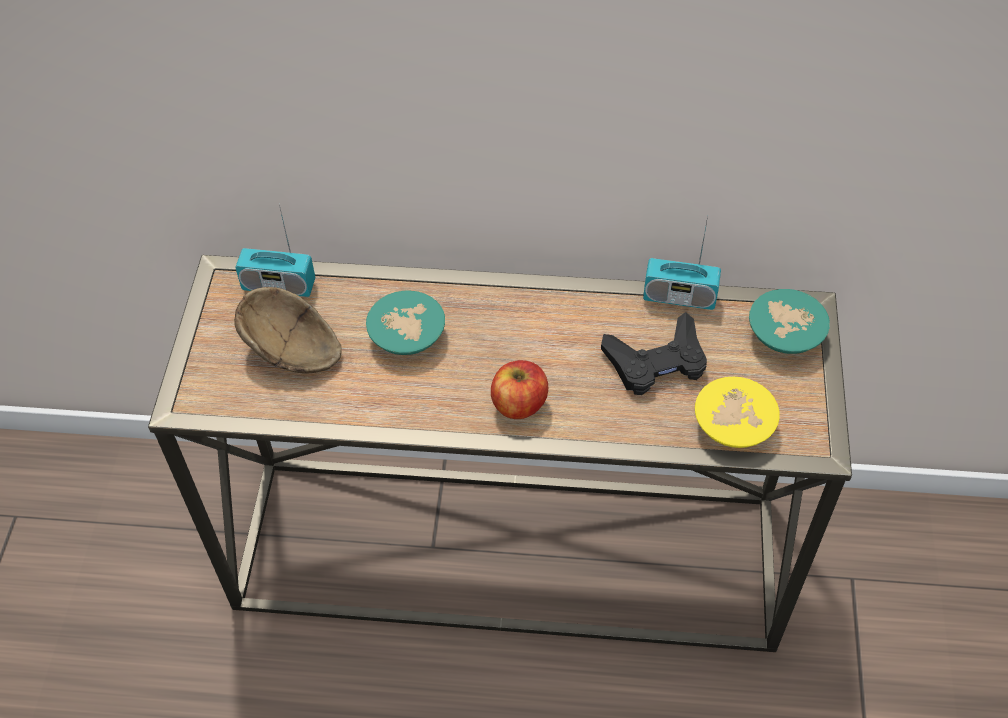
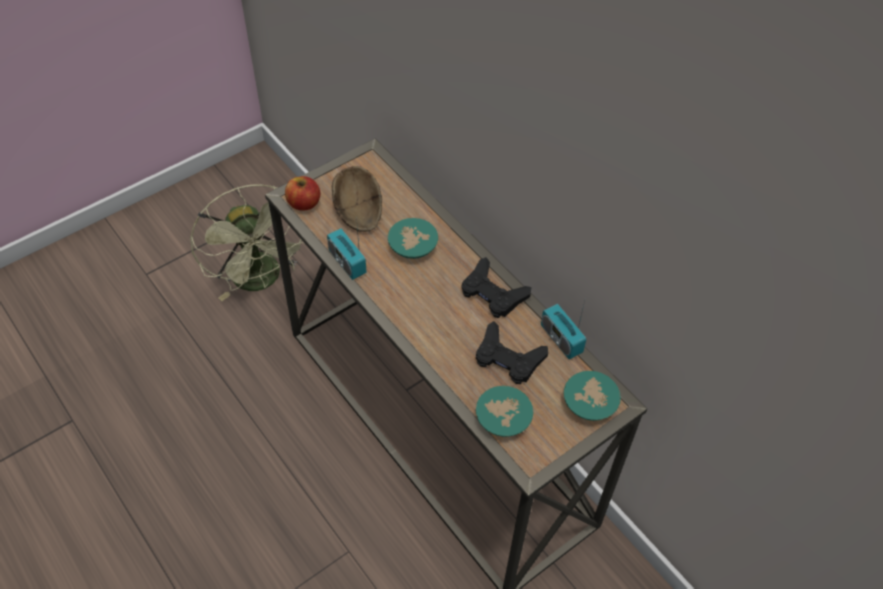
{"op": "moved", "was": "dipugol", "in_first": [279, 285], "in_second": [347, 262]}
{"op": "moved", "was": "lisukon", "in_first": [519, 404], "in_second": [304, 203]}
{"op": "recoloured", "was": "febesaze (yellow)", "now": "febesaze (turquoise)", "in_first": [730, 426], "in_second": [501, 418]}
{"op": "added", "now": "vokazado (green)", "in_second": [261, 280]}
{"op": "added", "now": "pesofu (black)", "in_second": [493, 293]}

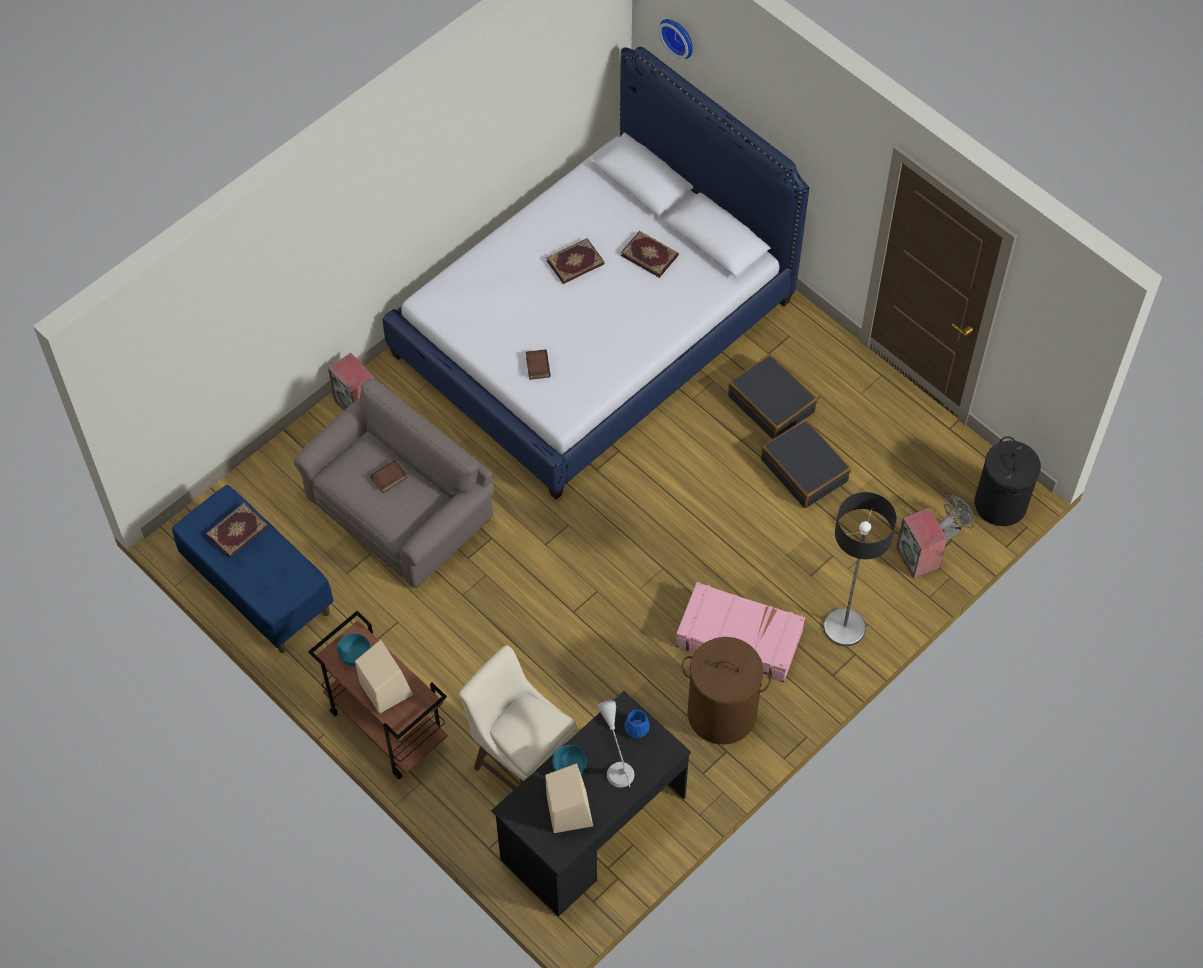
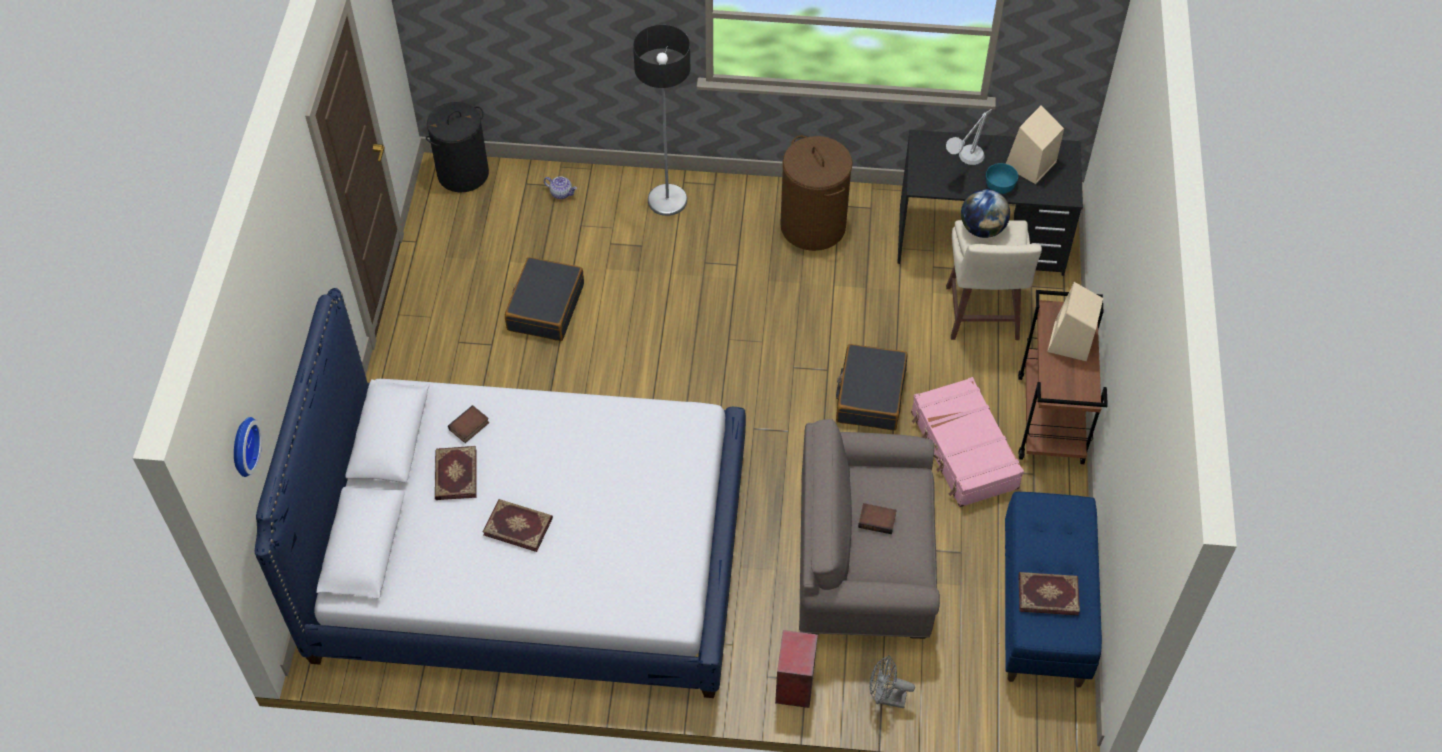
{"op": "moved", "was": "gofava", "in_first": [536, 366], "in_second": [469, 427]}
{"op": "moved", "was": "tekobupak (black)", "in_first": [771, 404], "in_second": [870, 395]}
{"op": "moved", "was": "vokazado (grey)", "in_first": [950, 530], "in_second": [886, 698]}
{"op": "replaced", "was": "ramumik", "now": "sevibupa", "in_first": [918, 558], "in_second": [561, 193]}
{"op": "moved", "was": "tekobupak (pink)", "in_first": [739, 637], "in_second": [963, 450]}
{"op": "removed", "was": "febesaze (turquoise)", "in_first": [354, 655]}
{"op": "removed", "was": "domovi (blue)", "in_first": [636, 729]}
{"op": "added", "now": "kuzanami", "in_second": [982, 229]}

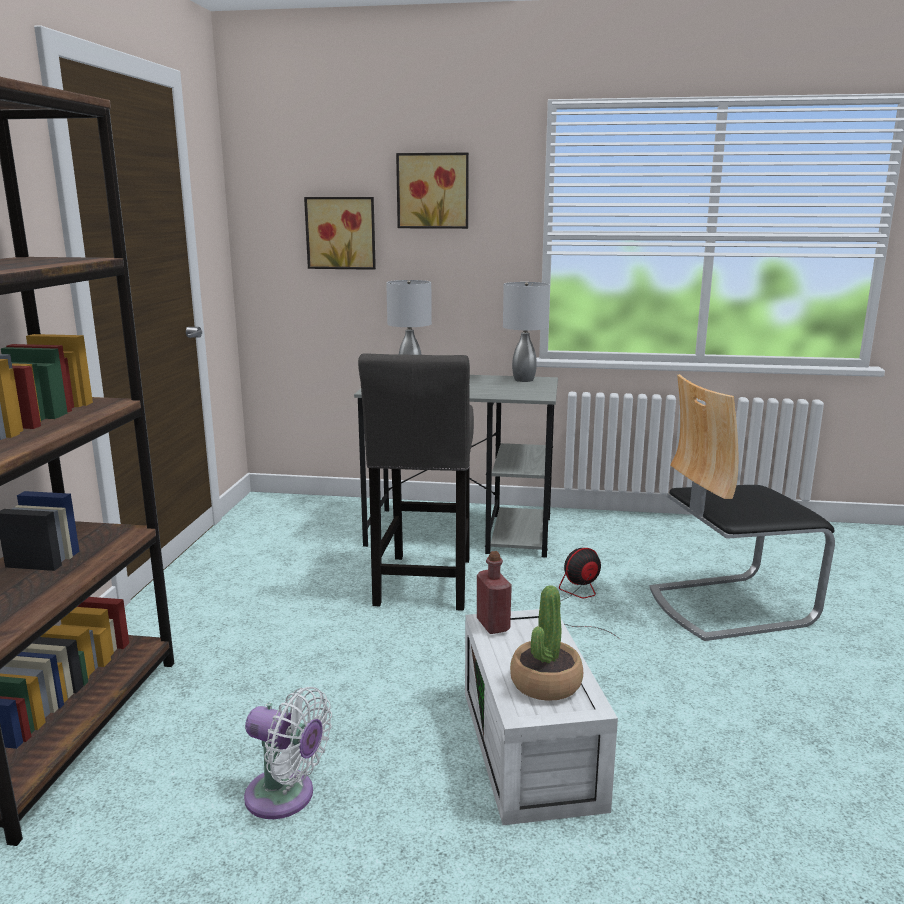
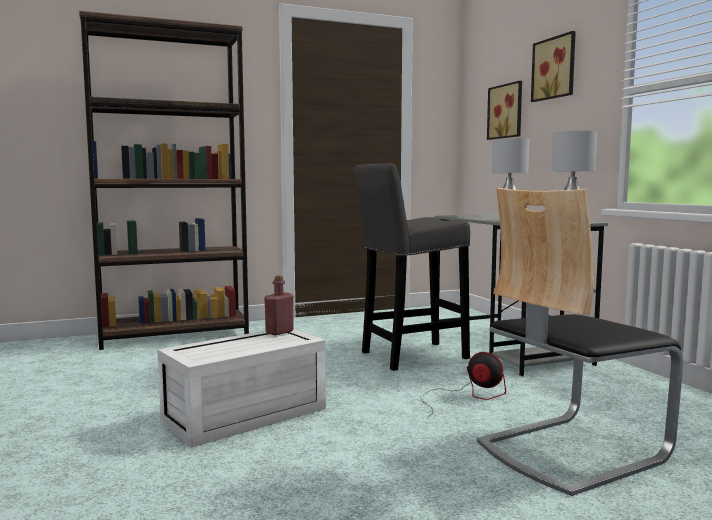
{"op": "turned", "was": "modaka", "in_first": [729, 605], "in_second": [570, 450], "clockwise": -75}
{"op": "removed", "was": "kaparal", "in_first": [545, 683]}
{"op": "removed", "was": "vokazado (white)", "in_first": [286, 797]}

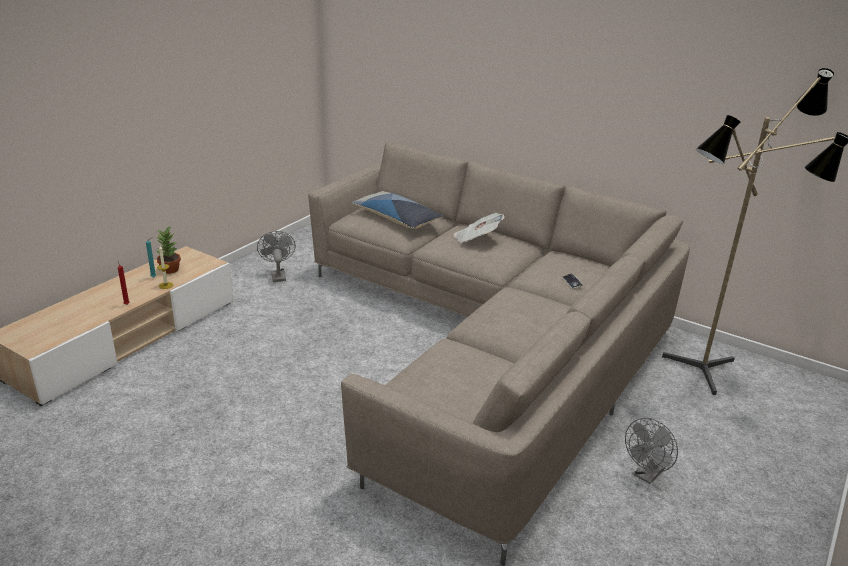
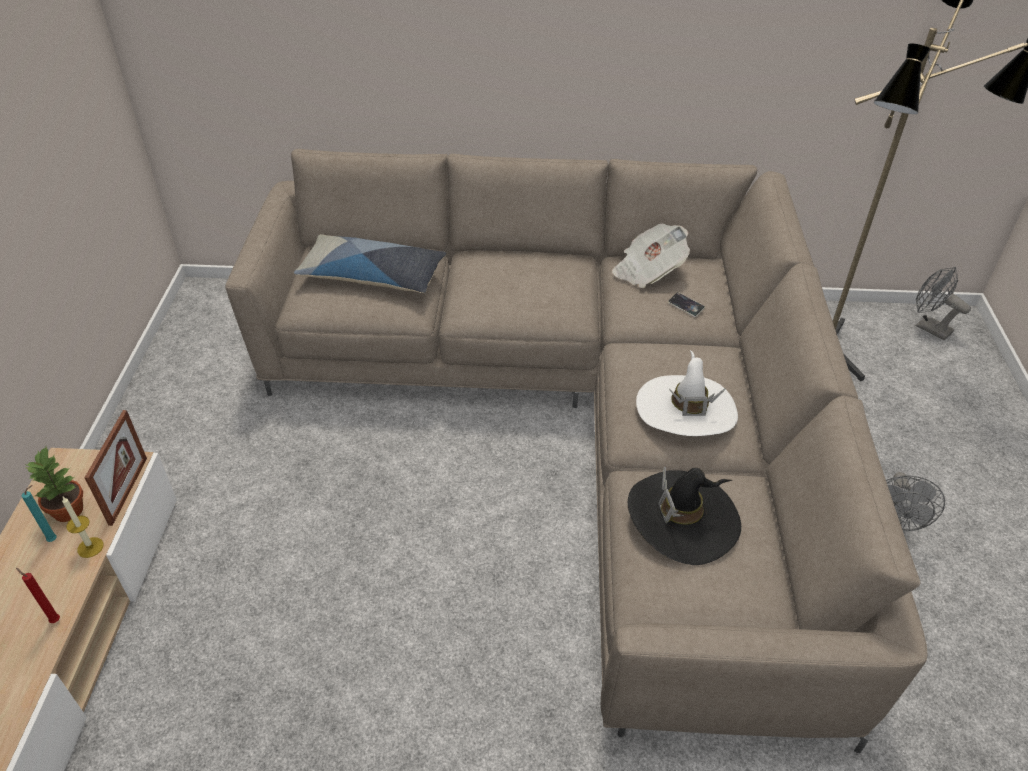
{"op": "moved", "was": "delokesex", "in_first": [476, 239], "in_second": [648, 271]}
{"op": "moved", "was": "vokazado (grey)", "in_first": [278, 275], "in_second": [928, 327]}
{"op": "added", "now": "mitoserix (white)", "in_second": [686, 410]}
{"op": "added", "now": "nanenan", "in_second": [128, 490]}
{"op": "added", "now": "mitoserix (black)", "in_second": [682, 518]}

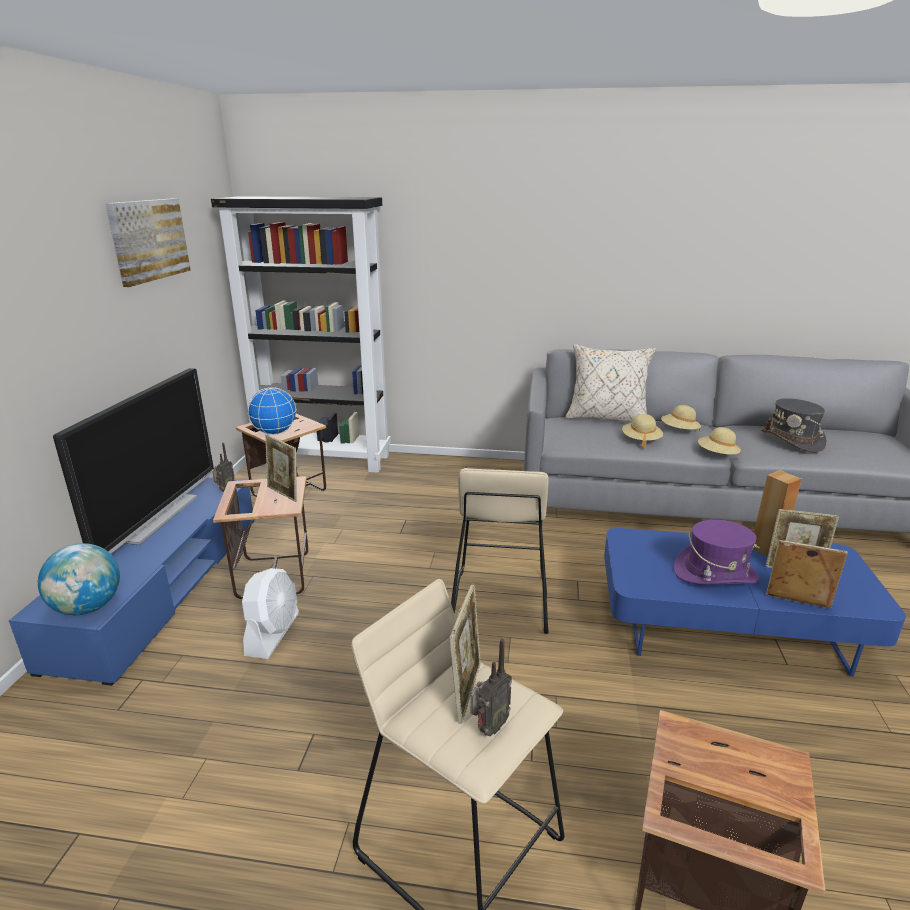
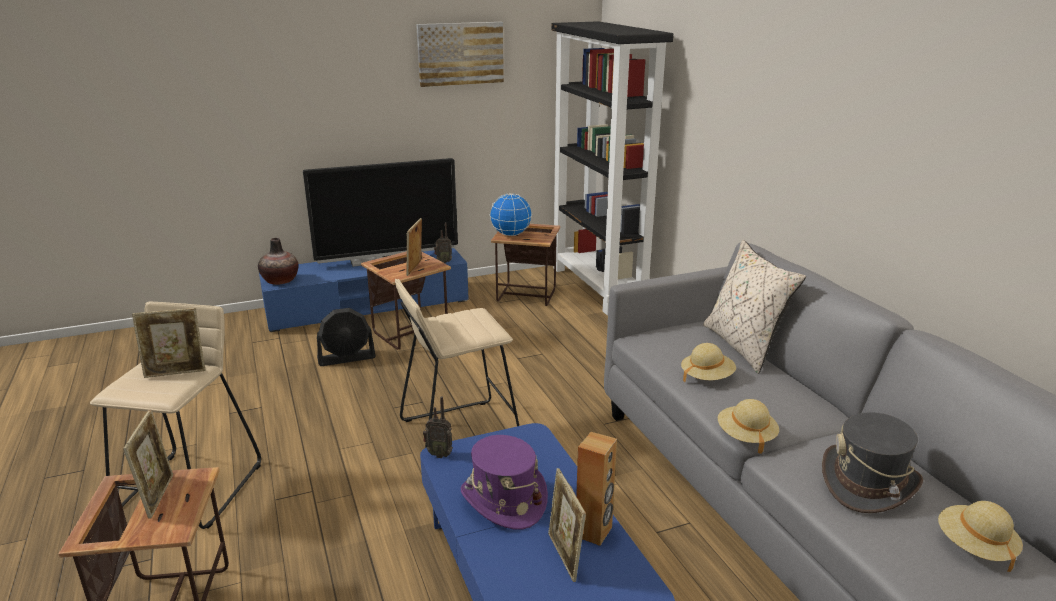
{"op": "moved", "was": "mitoserix (beige)", "in_first": [679, 431], "in_second": [974, 547]}
{"op": "moved", "was": "nanenan", "in_first": [797, 603], "in_second": [158, 496]}
{"op": "replaced", "was": "kuzanami", "now": "domovi", "in_first": [88, 607], "in_second": [280, 280]}
{"op": "recoloured", "was": "vokazado (white)", "now": "vokazado (black)", "in_first": [273, 634], "in_second": [347, 358]}
{"op": "moved", "was": "dipugol", "in_first": [488, 728], "in_second": [439, 454]}

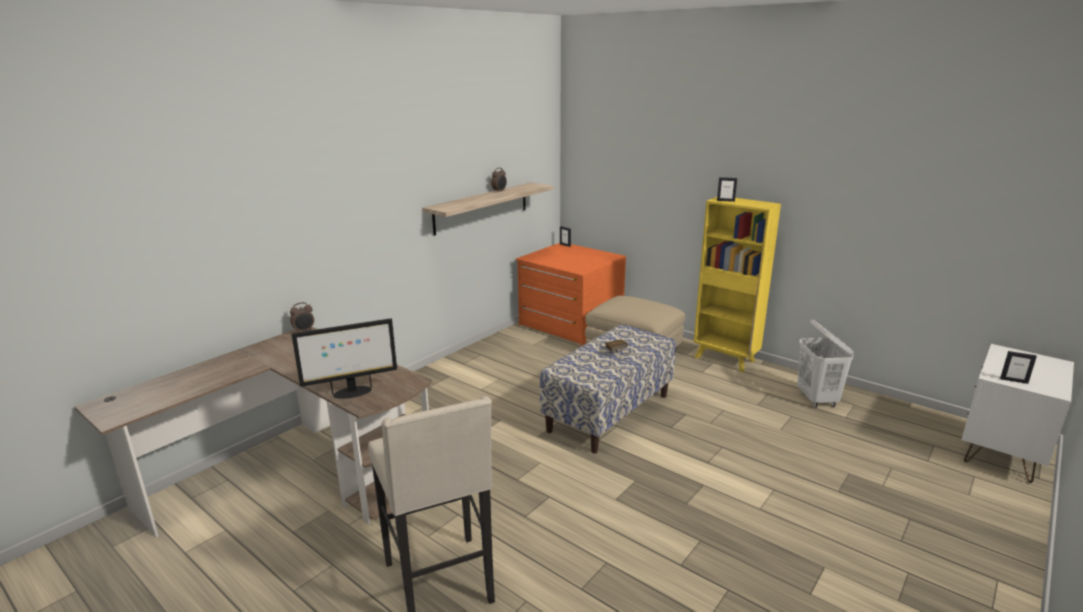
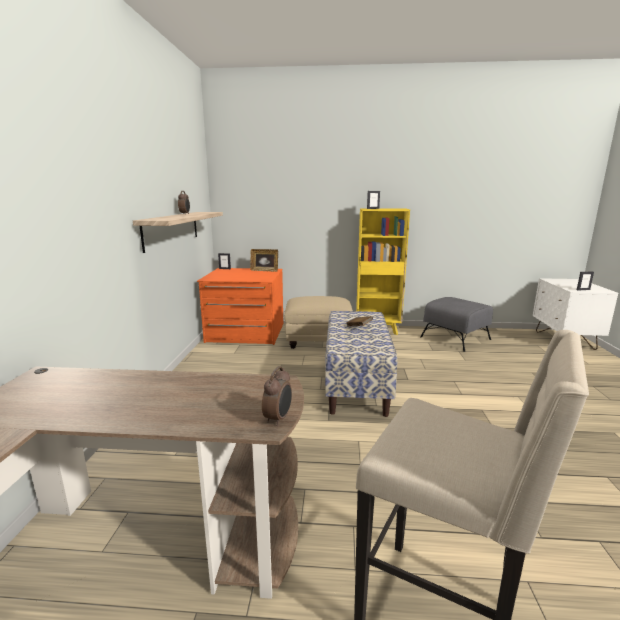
{"op": "moved", "was": "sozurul", "in_first": [304, 331], "in_second": [278, 418]}
{"op": "removed", "was": "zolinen", "in_first": [351, 393]}
{"op": "replaced", "was": "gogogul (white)", "now": "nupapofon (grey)", "in_first": [817, 399], "in_second": [455, 338]}
{"op": "added", "now": "nanenan", "in_second": [264, 270]}

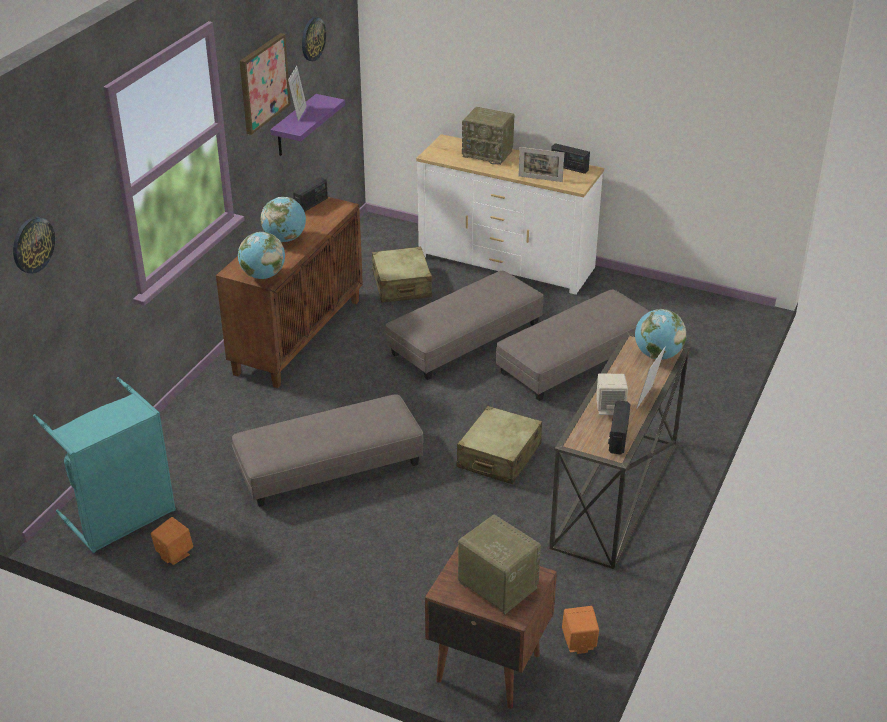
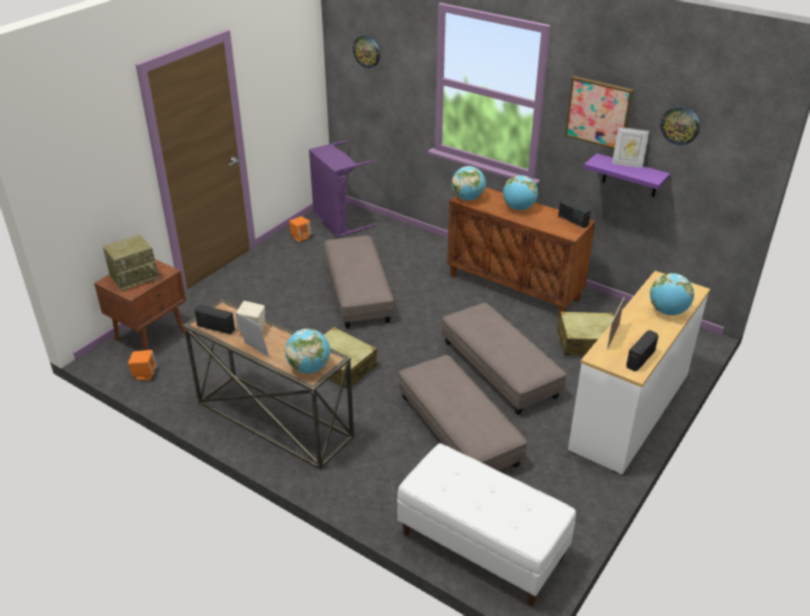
{"op": "replaced", "was": "dipugol", "now": "kuzanami", "in_first": [488, 153], "in_second": [668, 311]}
{"op": "recoloured", "was": "gogogul (turquoise)", "now": "gogogul (purple)", "in_first": [121, 518], "in_second": [338, 222]}
{"op": "added", "now": "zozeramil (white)", "in_second": [480, 546]}

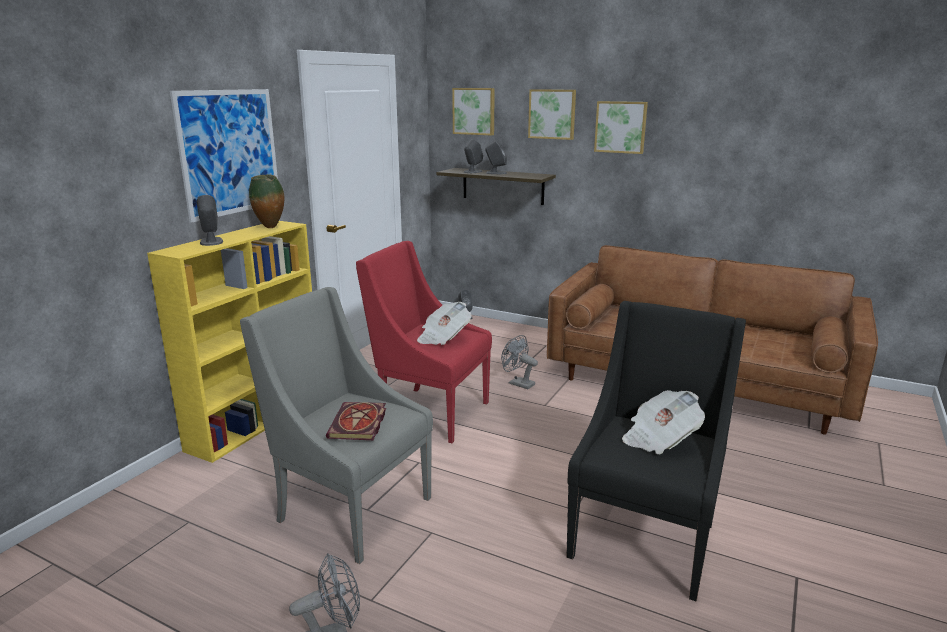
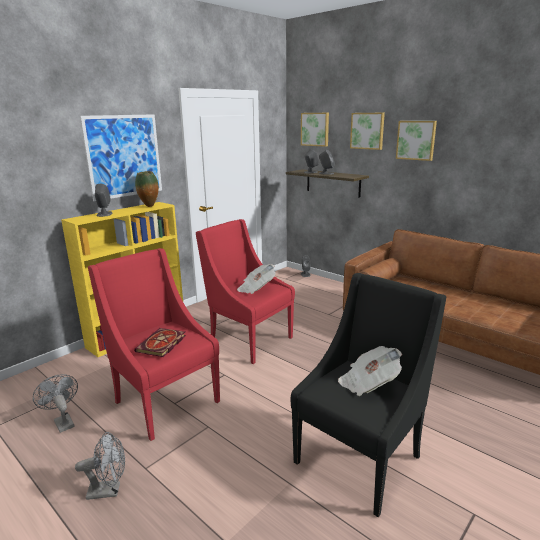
{"op": "recoloured", "was": "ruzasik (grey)", "now": "ruzasik (red)", "in_first": [350, 509], "in_second": [164, 401]}
{"op": "moved", "was": "vokazado (grey)", "in_first": [518, 383], "in_second": [62, 422]}

